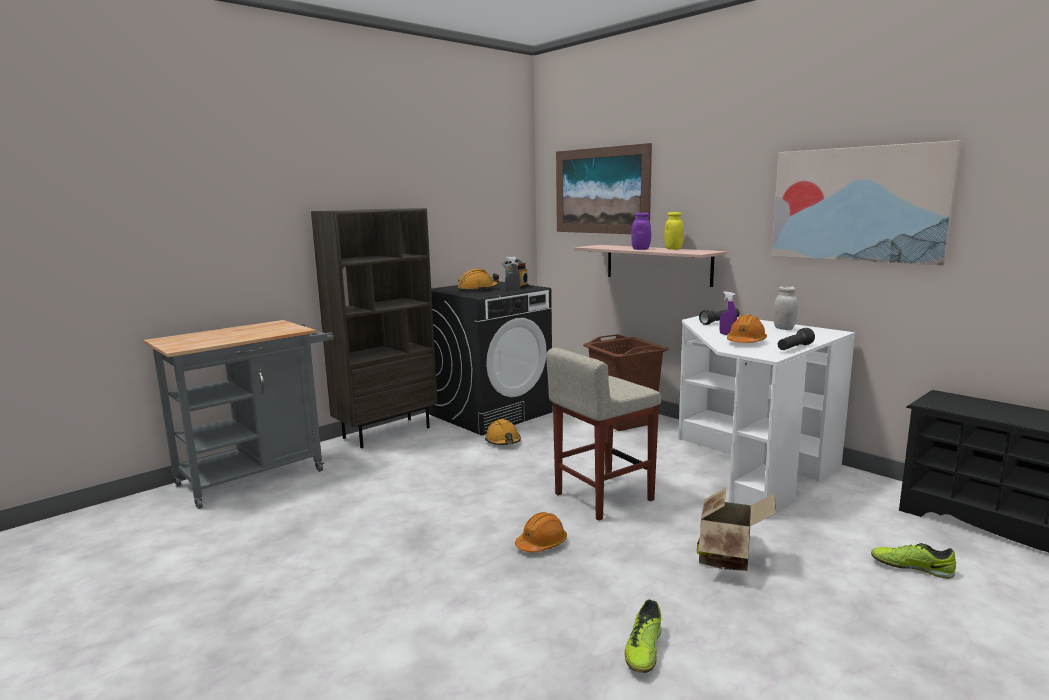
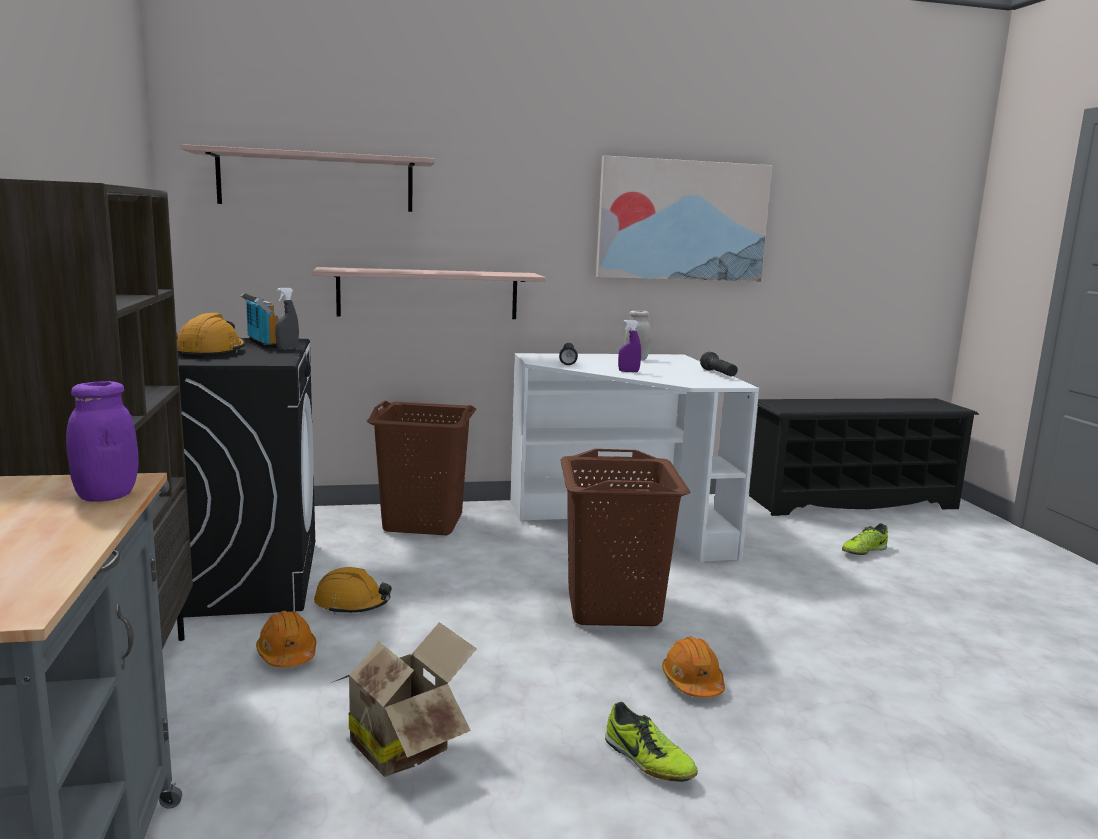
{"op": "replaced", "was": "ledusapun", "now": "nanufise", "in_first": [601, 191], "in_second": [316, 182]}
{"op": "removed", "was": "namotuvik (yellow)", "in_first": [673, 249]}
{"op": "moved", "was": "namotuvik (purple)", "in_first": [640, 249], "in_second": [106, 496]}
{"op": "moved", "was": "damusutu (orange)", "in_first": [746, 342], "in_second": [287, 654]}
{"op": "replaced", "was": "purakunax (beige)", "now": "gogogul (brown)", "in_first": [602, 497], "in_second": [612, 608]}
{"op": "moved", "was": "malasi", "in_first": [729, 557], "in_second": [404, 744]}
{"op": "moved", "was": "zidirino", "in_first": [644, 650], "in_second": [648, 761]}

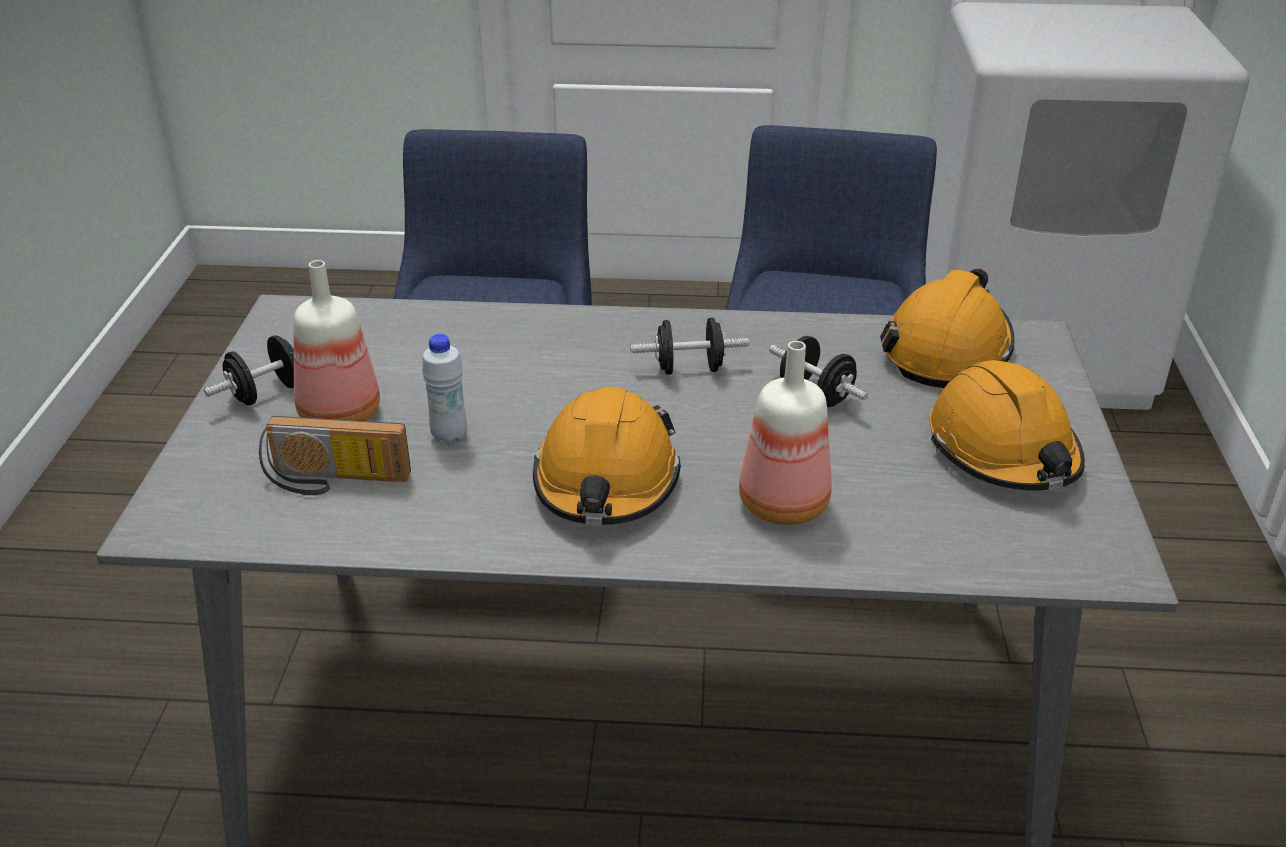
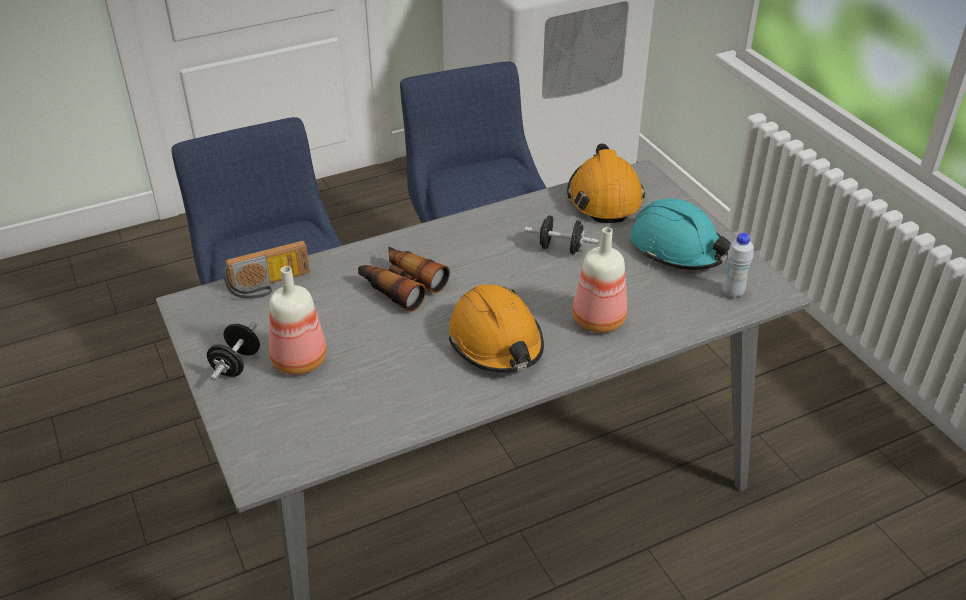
{"op": "removed", "was": "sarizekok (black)", "in_first": [689, 369]}
{"op": "moved", "was": "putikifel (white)", "in_first": [449, 436], "in_second": [732, 293]}
{"op": "recoloured", "was": "damusutu (orange)", "now": "damusutu (turquoise)", "in_first": [1003, 451], "in_second": [678, 249]}
{"op": "moved", "was": "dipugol", "in_first": [334, 481], "in_second": [270, 285]}
{"op": "added", "now": "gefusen", "in_second": [401, 285]}

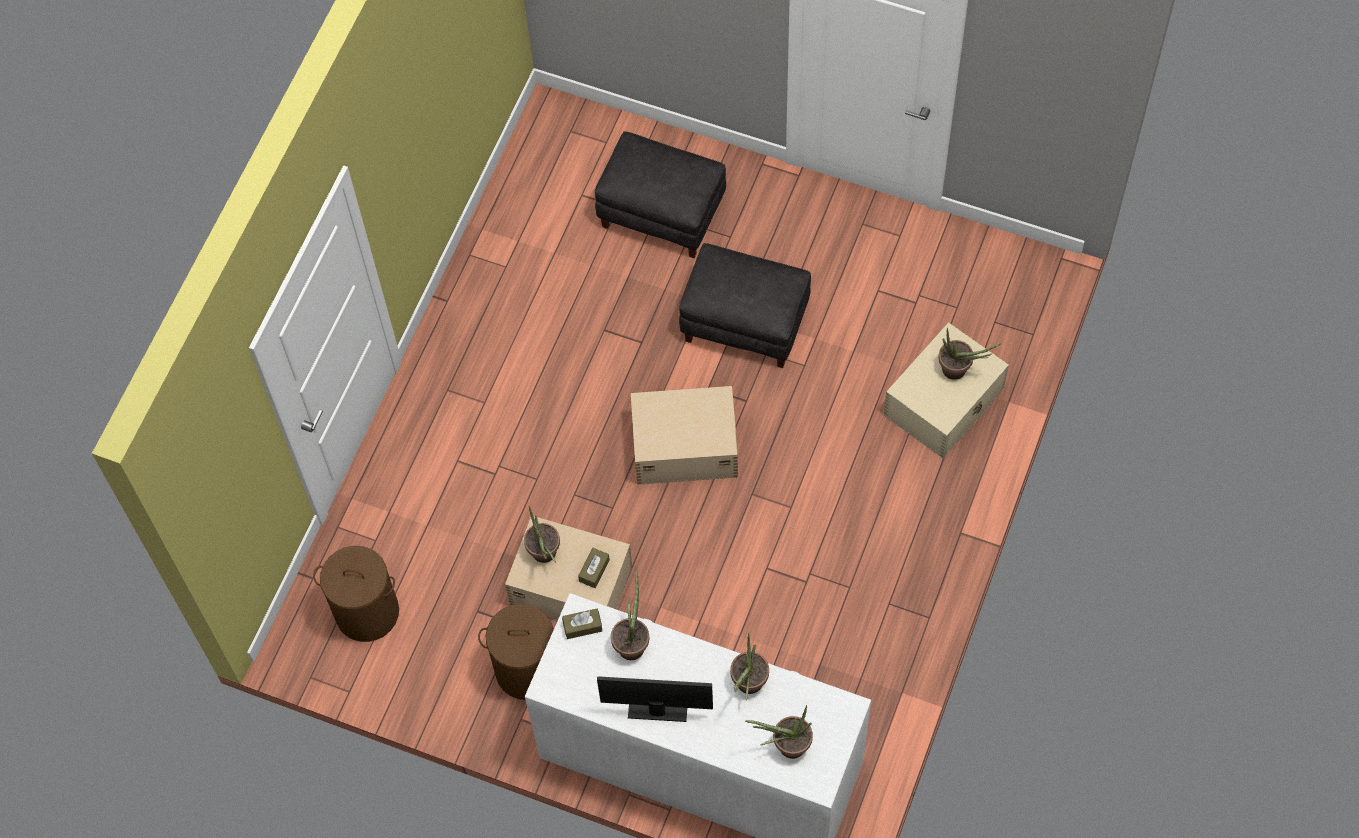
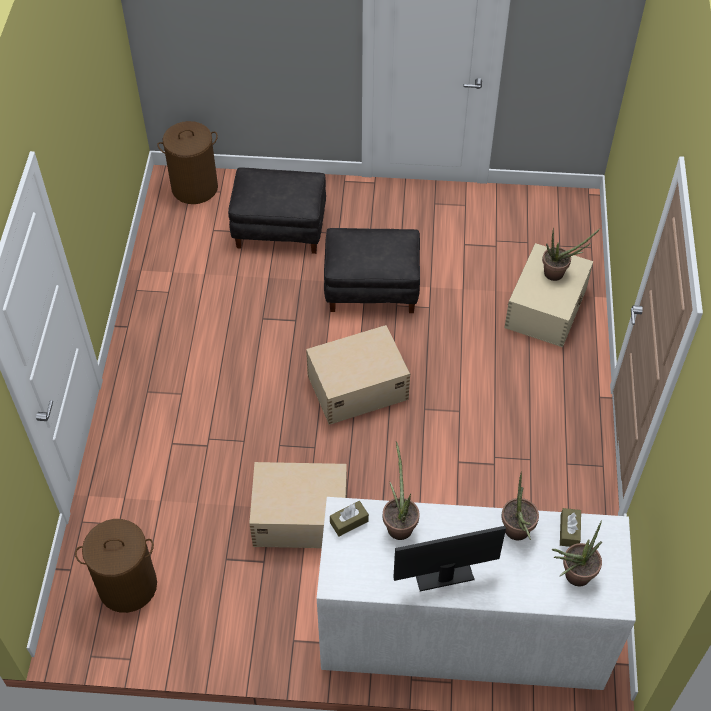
{"op": "removed", "was": "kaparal", "in_first": [545, 557]}
{"op": "moved", "was": "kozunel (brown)", "in_first": [594, 570], "in_second": [569, 531]}
{"op": "moved", "was": "gogogul (brown)", "in_first": [528, 669], "in_second": [195, 187]}

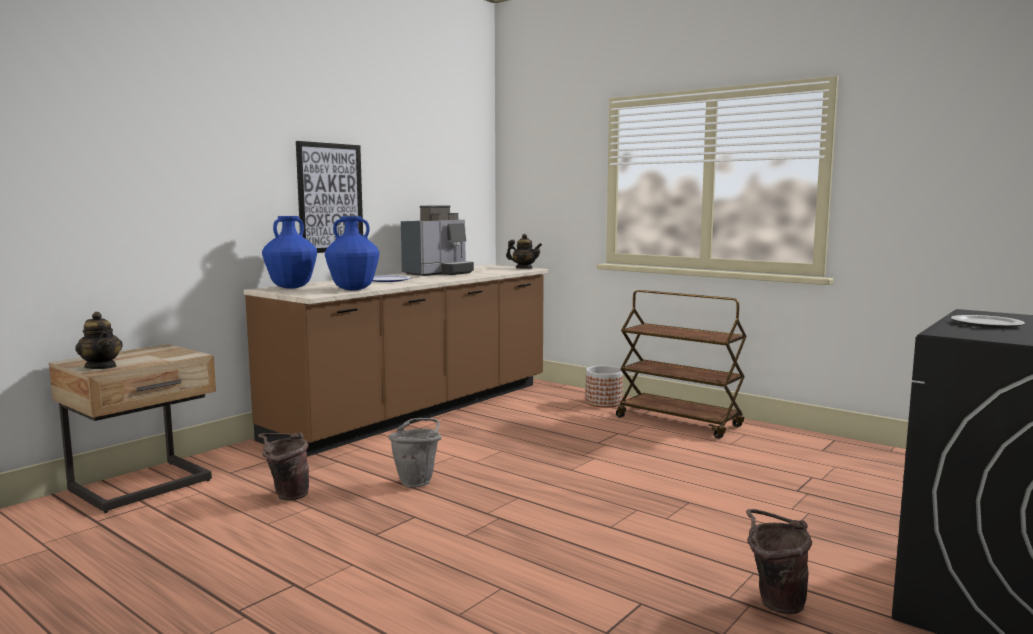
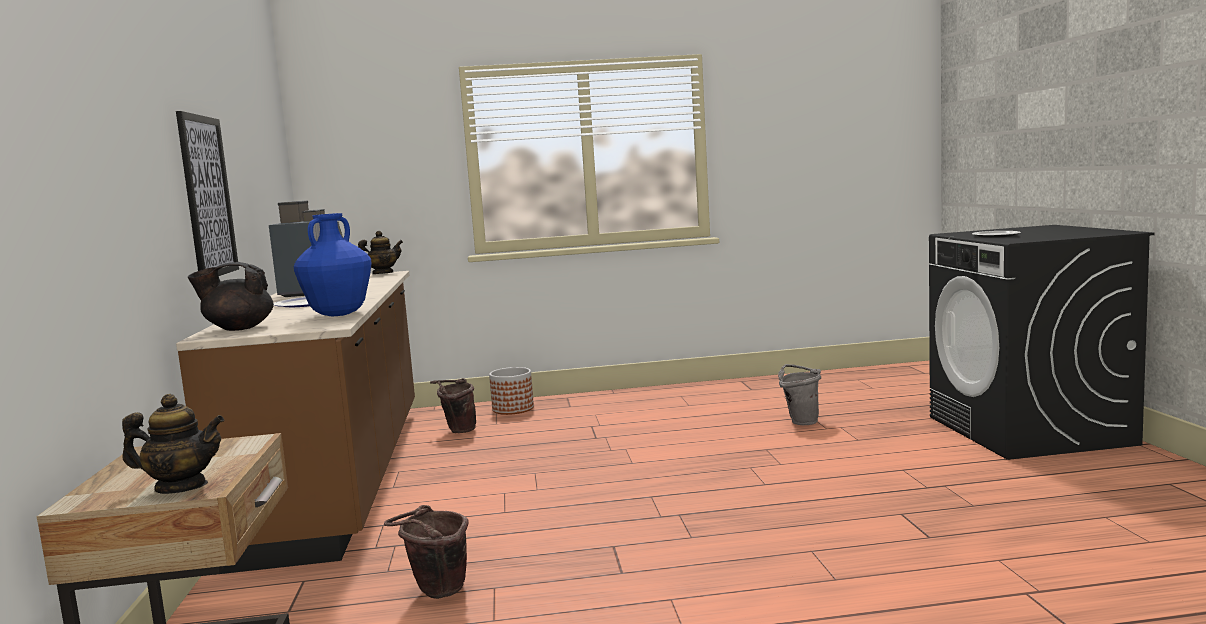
{"op": "replaced", "was": "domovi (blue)", "now": "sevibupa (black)", "in_first": [292, 287], "in_second": [238, 328]}
{"op": "removed", "was": "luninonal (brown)", "in_first": [679, 422]}
{"op": "moved", "was": "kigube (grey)", "in_first": [418, 481], "in_second": [800, 421]}
{"op": "moved", "was": "kigube (brown)", "in_first": [774, 602], "in_second": [457, 430]}

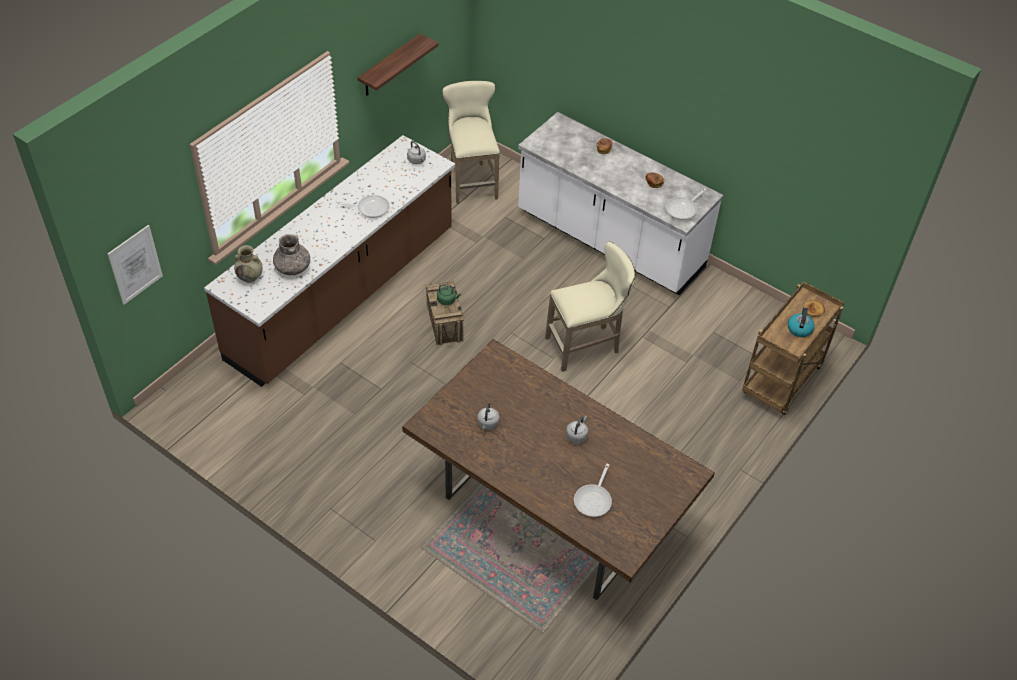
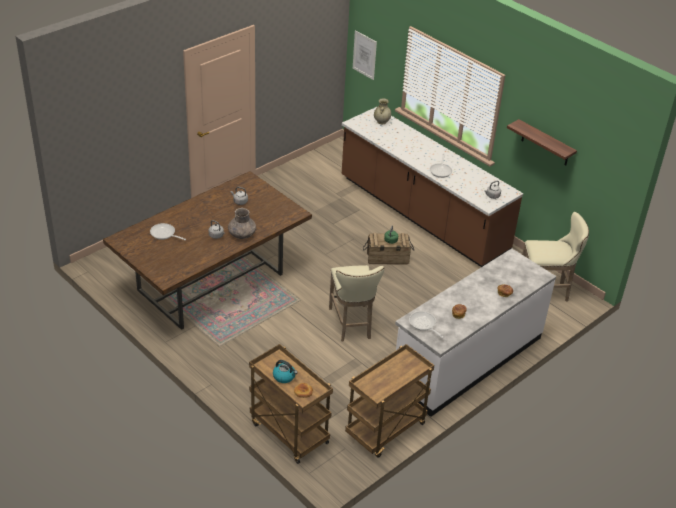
{"op": "moved", "was": "domovi (grey)", "in_first": [293, 267], "in_second": [242, 234]}
{"op": "added", "now": "luninonal (brown)", "in_second": [386, 431]}

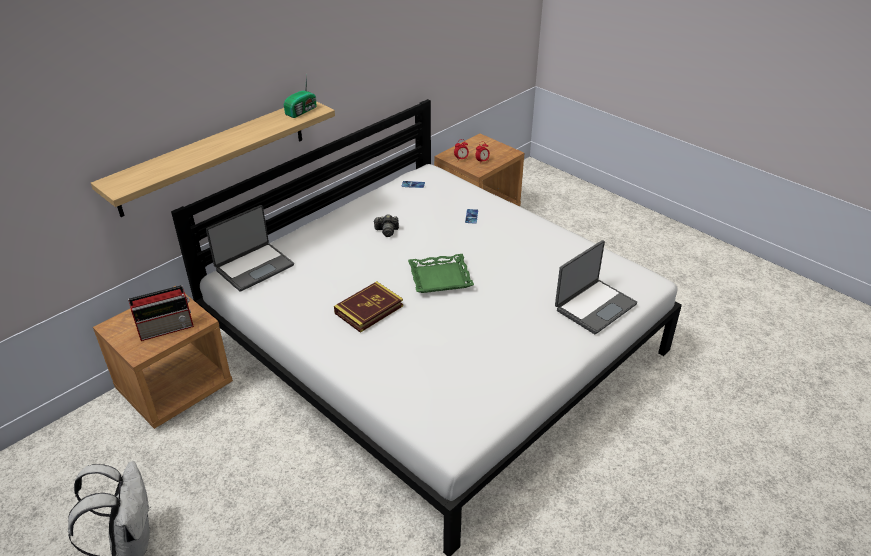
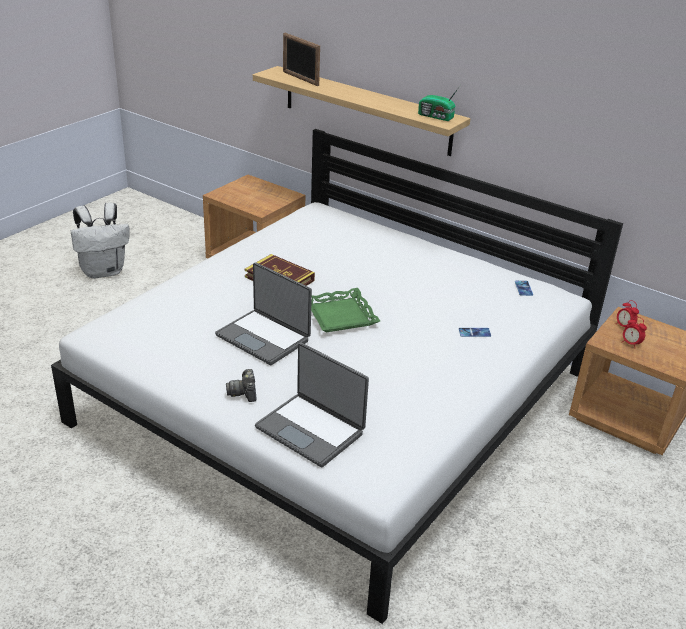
{"op": "moved", "was": "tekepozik", "in_first": [254, 267], "in_second": [264, 337]}
{"op": "moved", "was": "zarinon", "in_first": [387, 231], "in_second": [244, 392]}
{"op": "removed", "was": "dipugol", "in_first": [167, 328]}
{"op": "added", "now": "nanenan", "in_second": [300, 78]}

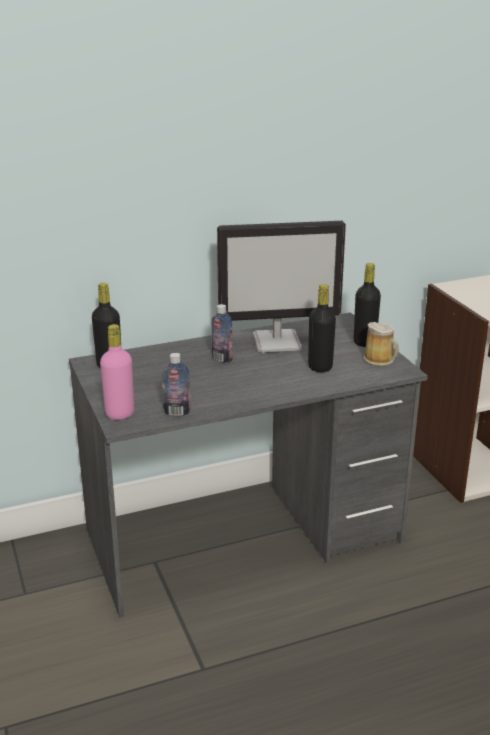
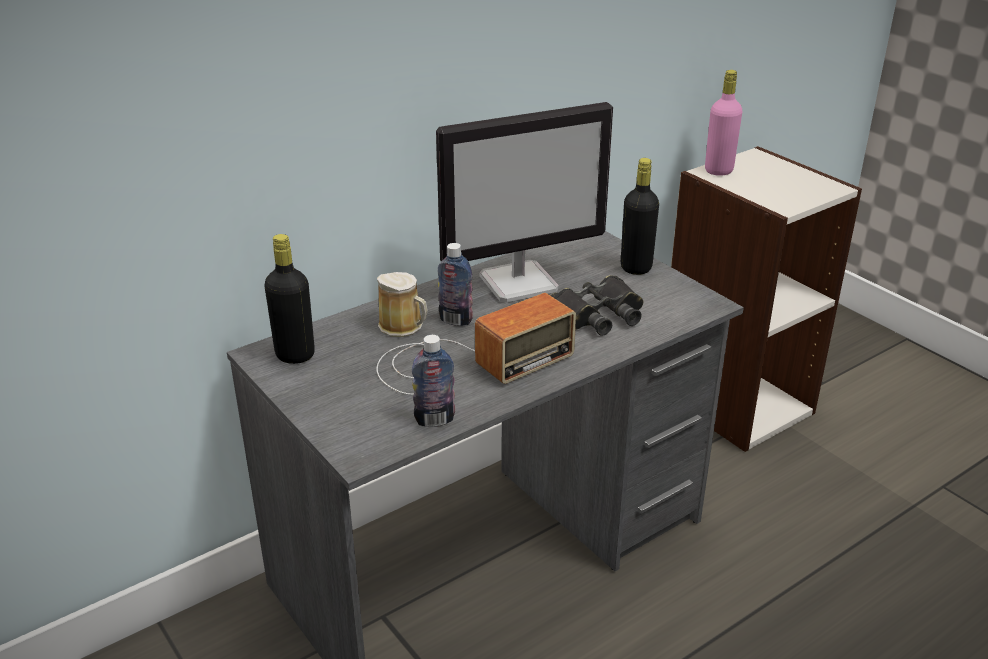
{"op": "replaced", "was": "putikifel (black)", "now": "gefusen (black)", "in_first": [320, 367], "in_second": [597, 314]}
{"op": "moved", "was": "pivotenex", "in_first": [380, 360], "in_second": [403, 326]}
{"op": "moved", "was": "putikifel (pink)", "in_first": [120, 414], "in_second": [718, 170]}
{"op": "added", "now": "dipugol", "in_second": [466, 362]}

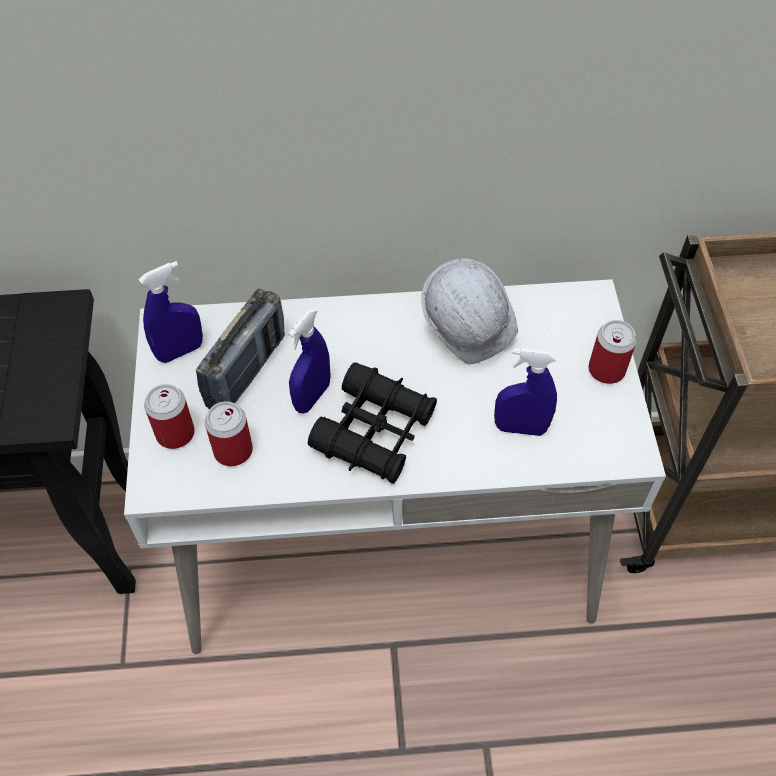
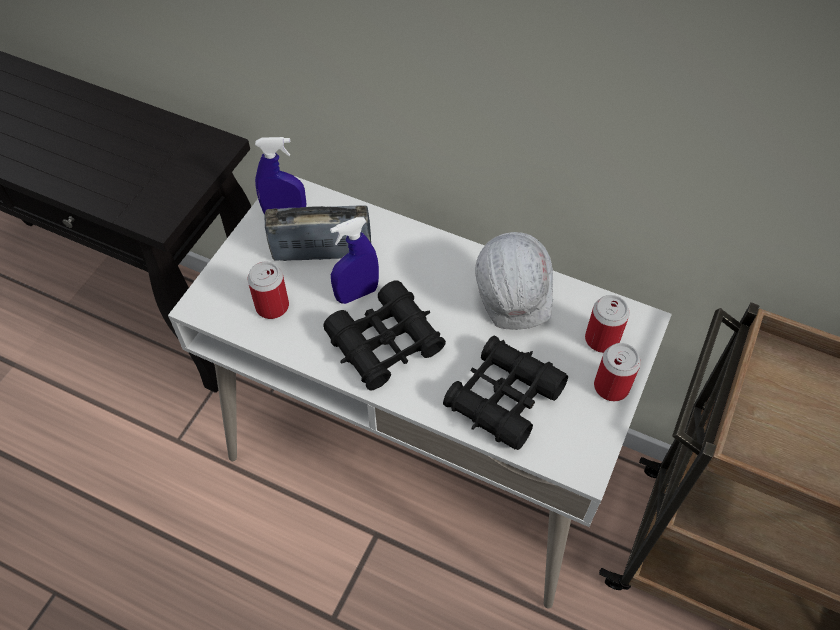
{"op": "turned", "was": "dipugol", "in_first": [246, 371], "in_second": [322, 252], "clockwise": -150}
{"op": "replaced", "was": "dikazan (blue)", "now": "gefusen (black)", "in_first": [520, 428], "in_second": [503, 398]}
{"op": "moved", "was": "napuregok", "in_first": [175, 433], "in_second": [602, 339]}

